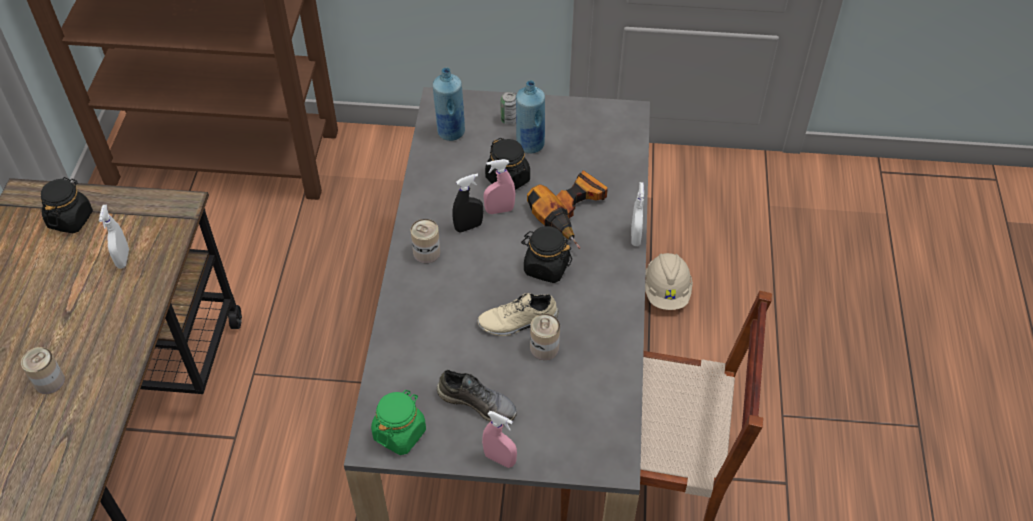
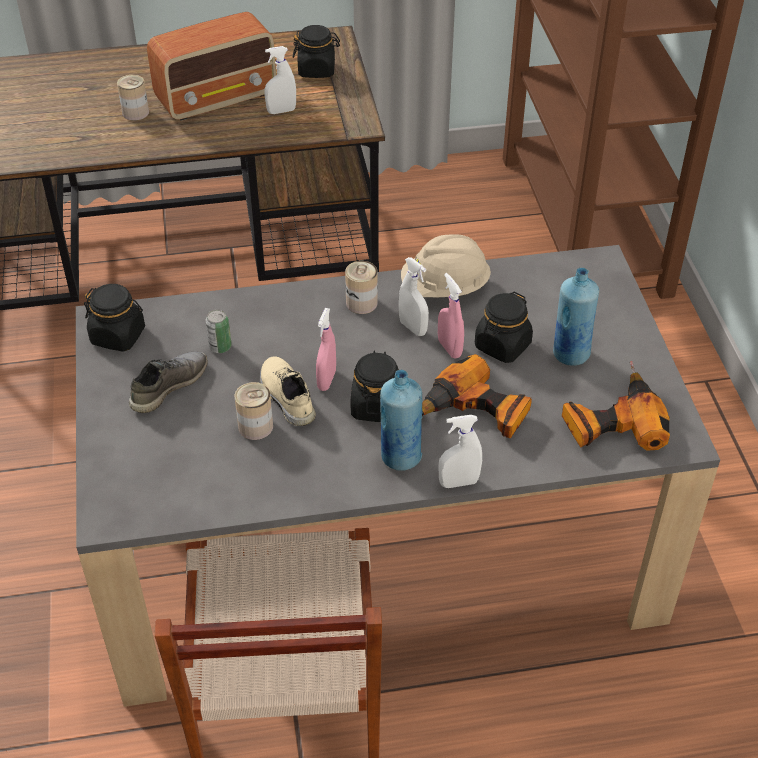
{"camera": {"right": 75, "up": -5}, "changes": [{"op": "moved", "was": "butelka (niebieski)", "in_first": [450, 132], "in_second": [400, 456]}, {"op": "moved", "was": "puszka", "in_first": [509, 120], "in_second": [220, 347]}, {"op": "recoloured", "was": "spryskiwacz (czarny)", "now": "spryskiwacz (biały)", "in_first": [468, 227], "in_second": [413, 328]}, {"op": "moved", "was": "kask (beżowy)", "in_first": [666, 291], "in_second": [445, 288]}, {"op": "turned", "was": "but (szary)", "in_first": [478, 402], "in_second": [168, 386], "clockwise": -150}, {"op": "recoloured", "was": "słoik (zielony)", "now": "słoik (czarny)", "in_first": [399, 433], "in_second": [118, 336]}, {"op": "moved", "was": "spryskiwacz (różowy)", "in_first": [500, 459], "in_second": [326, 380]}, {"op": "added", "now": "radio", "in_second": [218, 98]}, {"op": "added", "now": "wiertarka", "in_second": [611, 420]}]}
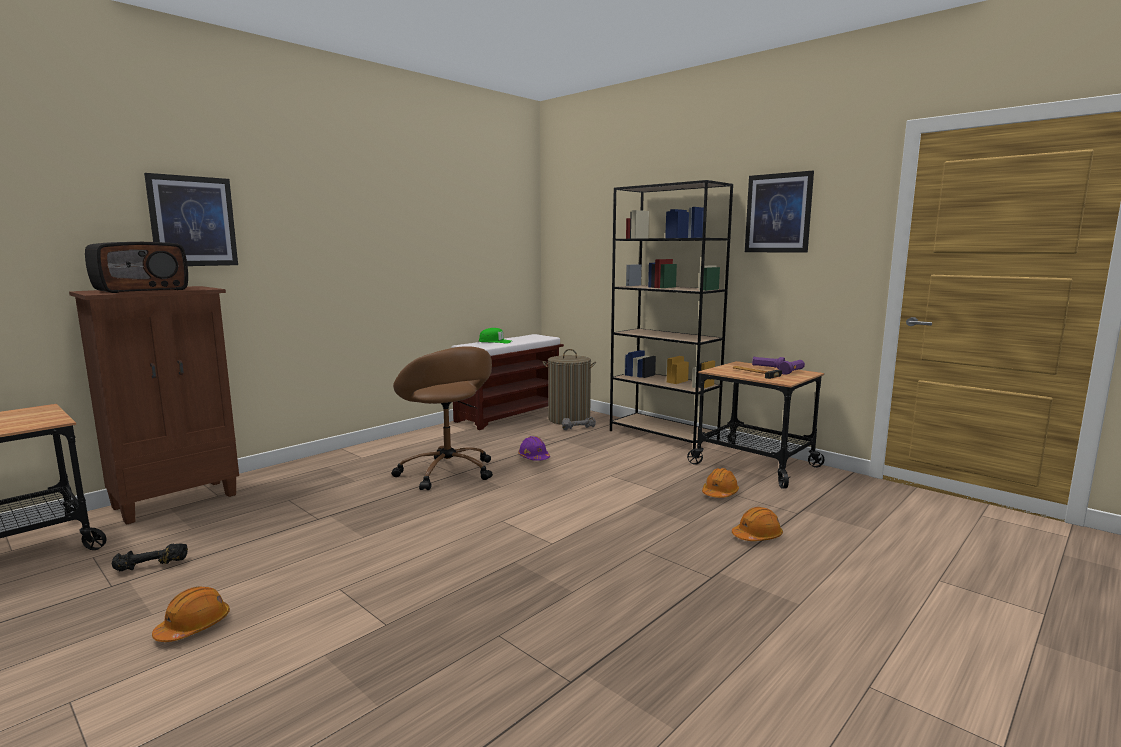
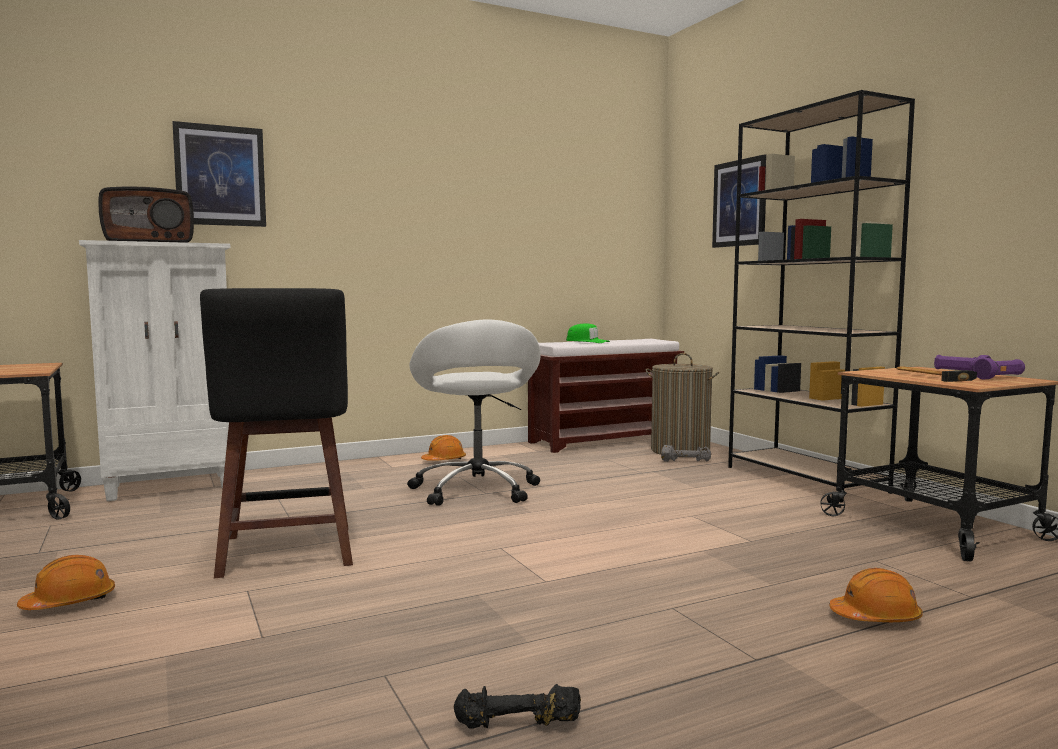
{"camera": {"right": 20, "up": -5}, "changes": [{"op": "moved", "was": "obraz", "in_first": [778, 213], "in_second": [739, 203]}, {"op": "recoloured", "was": "szafka (brązowy)", "now": "szafka (biały)", "in_first": [176, 502], "in_second": [170, 487]}, {"op": "recoloured", "was": "krzesło biurowe (brązowy)", "now": "krzesło biurowe (biały)", "in_first": [448, 473], "in_second": [476, 491]}, {"op": "removed", "was": "kask (fioletowy)", "in_first": [534, 458]}, {"op": "moved", "was": "kask (pomarańczowy)", "in_first": [720, 493], "in_second": [444, 460]}, {"op": "moved", "was": "hantel (czarny)", "in_first": [151, 566], "in_second": [517, 725]}, {"op": "added", "now": "stołek (czarny)", "in_second": [286, 553]}]}
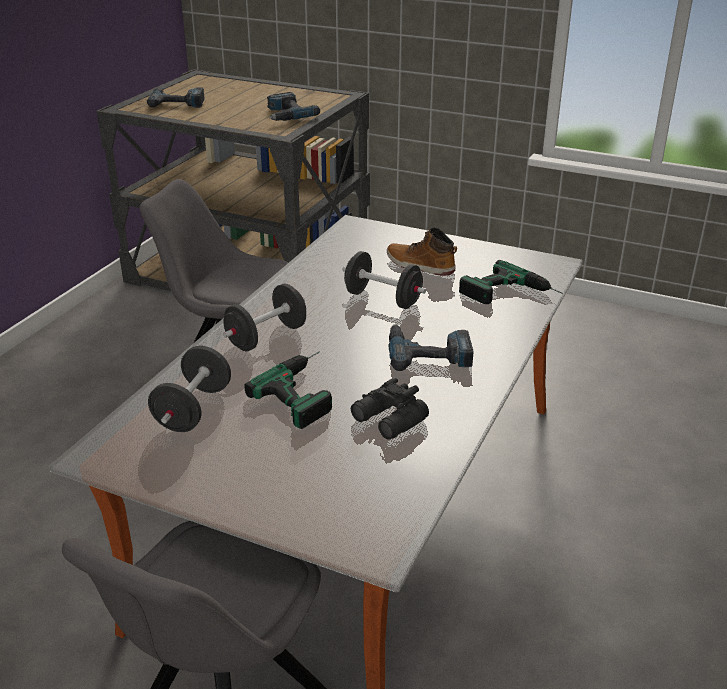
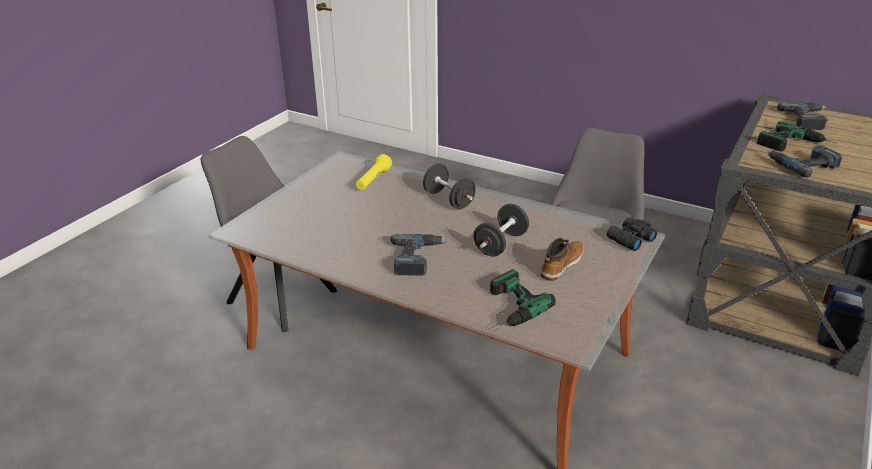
{"camera": {"right": 95, "up": 0}, "changes": [{"op": "replaced", "was": "hantel (czarny)", "now": "latarka (żółty)", "in_first": [193, 409], "in_second": [373, 180]}, {"op": "moved", "was": "wiertarka", "in_first": [306, 391], "in_second": [796, 145]}, {"op": "moved", "was": "lornetka (czarny)", "in_first": [389, 421], "in_second": [629, 239]}]}
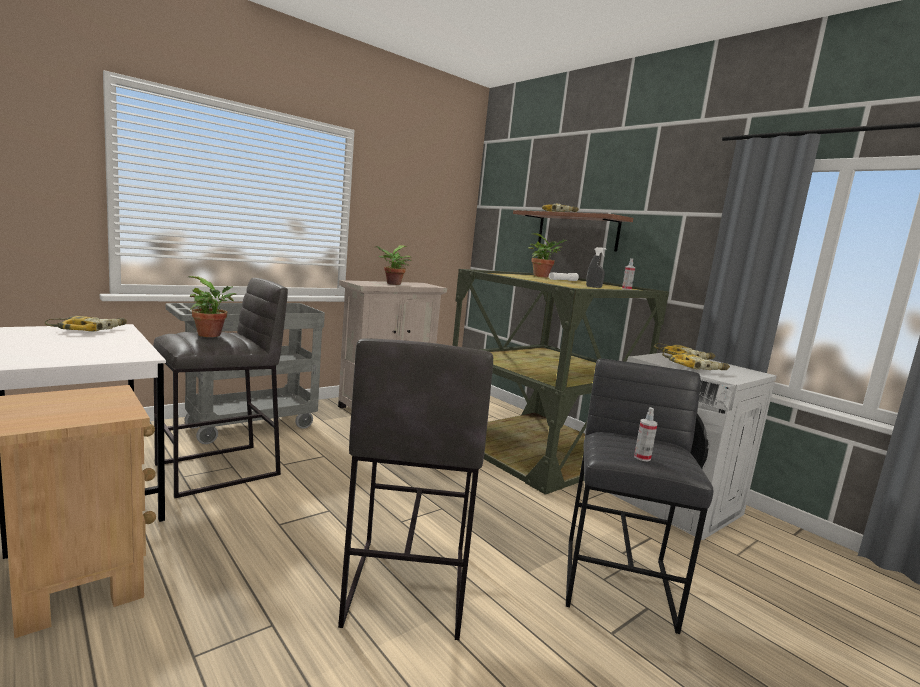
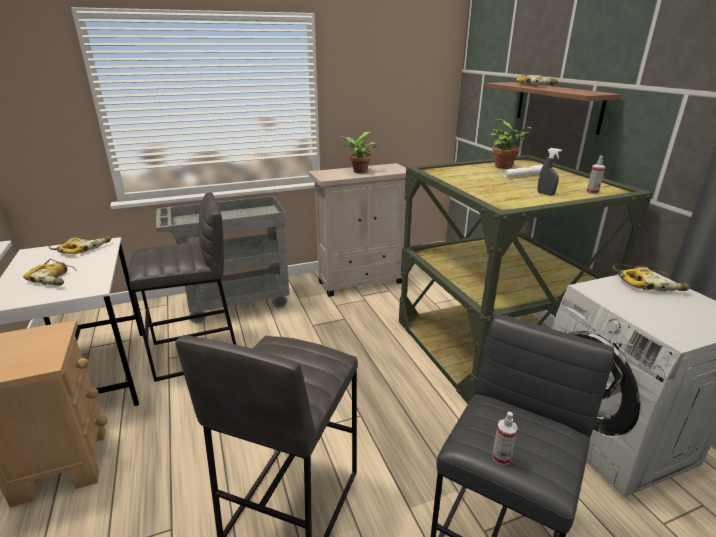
{"camera": {"right": 20, "up": 15}, "changes": [{"op": "removed", "was": "roślina doniczkowa", "in_first": [212, 335]}, {"op": "moved", "was": "wiertarka", "in_first": [694, 367], "in_second": [55, 278]}]}
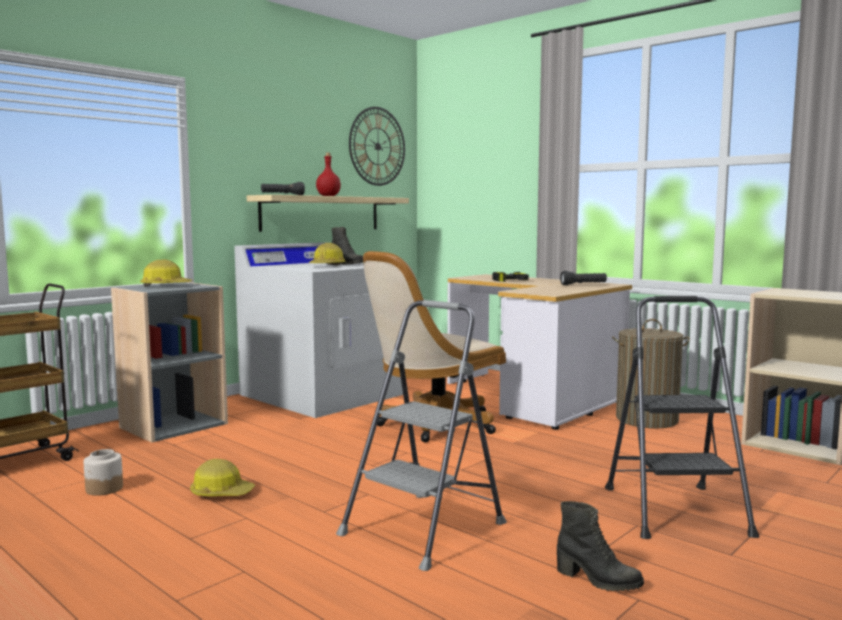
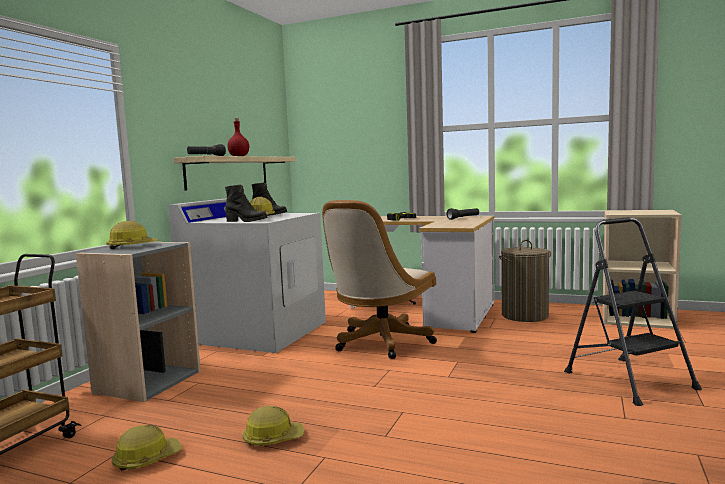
{"camera": {"right": -20, "up": 0}, "changes": [{"op": "removed", "was": "zegar ścienny", "in_first": [377, 146]}, {"op": "removed", "was": "drabinka (szary)", "in_first": [426, 526]}, {"op": "replaced", "was": "słoik", "now": "kask", "in_first": [104, 488], "in_second": [146, 459]}, {"op": "moved", "was": "but z cholewką (czarny)", "in_first": [598, 580], "in_second": [246, 221]}]}
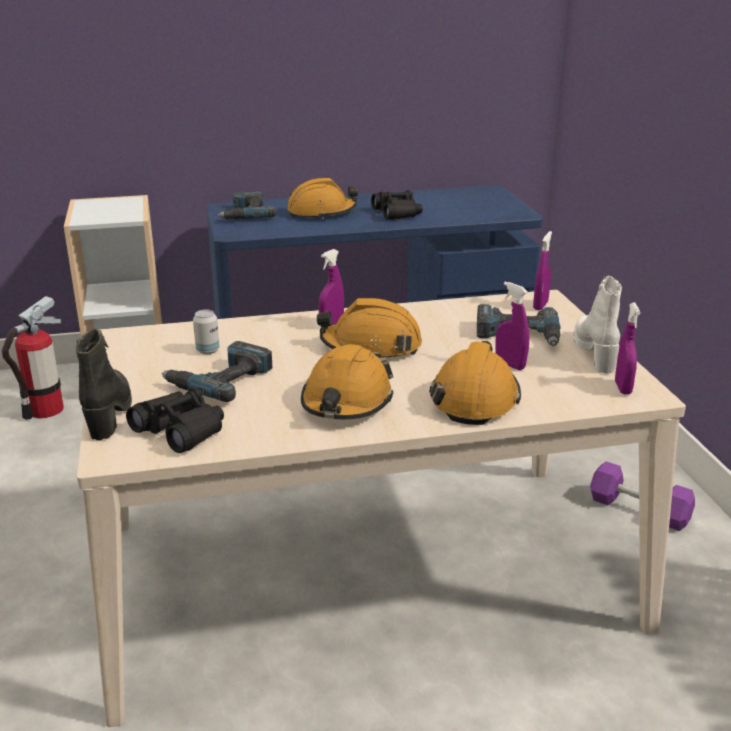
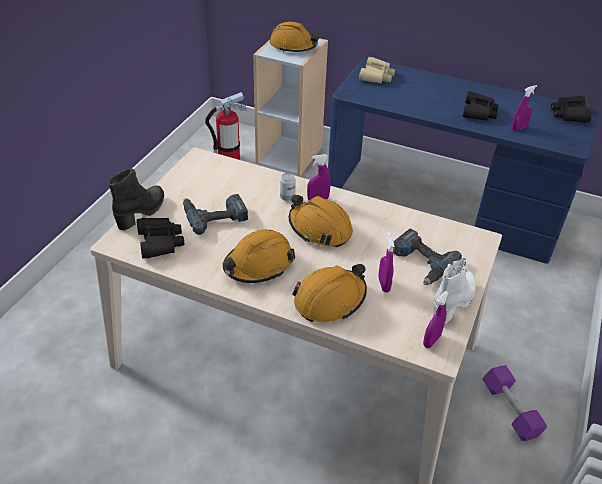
{"camera": {"right": 35, "up": 15}, "changes": [{"op": "moved", "was": "kask (pomarańczowy)", "in_first": [321, 212], "in_second": [293, 46]}, {"op": "replaced", "was": "wiertarka", "now": "lornetka (beżowy)", "in_first": [245, 213], "in_second": [376, 76]}, {"op": "moved", "was": "spryskiwacz (fioletowy)", "in_first": [540, 305], "in_second": [519, 128]}, {"op": "moved", "was": "puszka", "in_first": [207, 350], "in_second": [287, 197]}, {"op": "added", "now": "lornetka (czarny)", "in_second": [569, 114]}]}
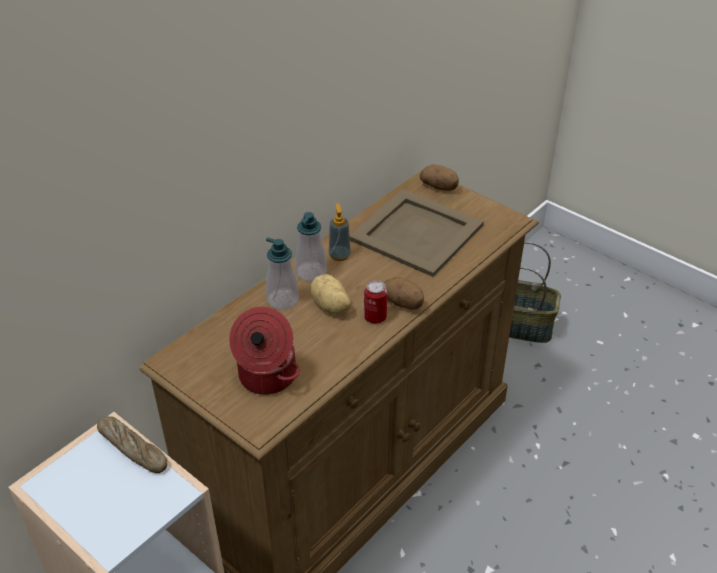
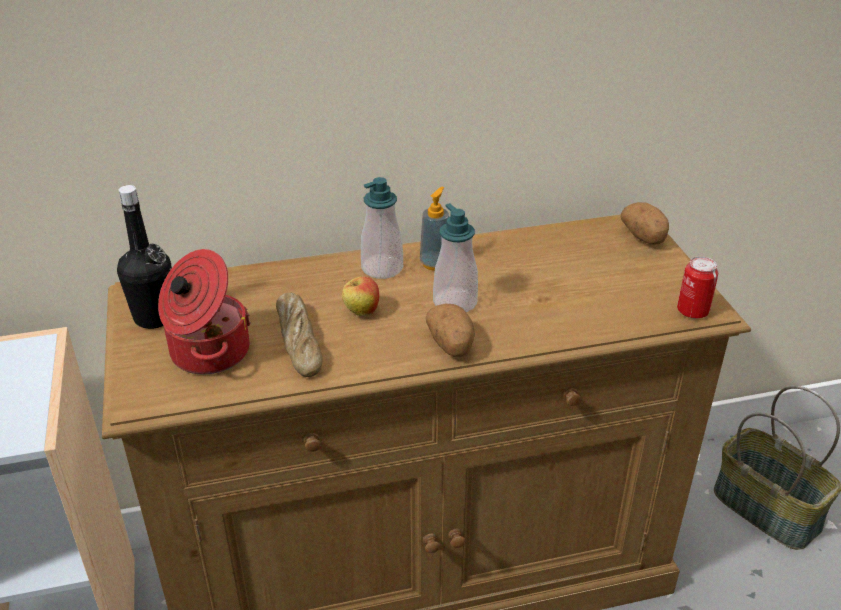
{"camera": {"right": 35, "up": -5}, "changes": [{"op": "removed", "was": "taca (beżowy)", "in_first": [418, 232]}, {"op": "moved", "was": "dozownik mydła", "in_first": [282, 300], "in_second": [455, 302]}, {"op": "replaced", "was": "ziemniak", "now": "jabłko", "in_first": [330, 307], "in_second": [361, 312]}, {"op": "moved", "was": "puszka", "in_first": [375, 317], "in_second": [692, 311]}, {"op": "moved", "was": "chleb", "in_first": [133, 449], "in_second": [299, 341]}, {"op": "added", "now": "butelka (czarny)", "in_second": [155, 317]}]}
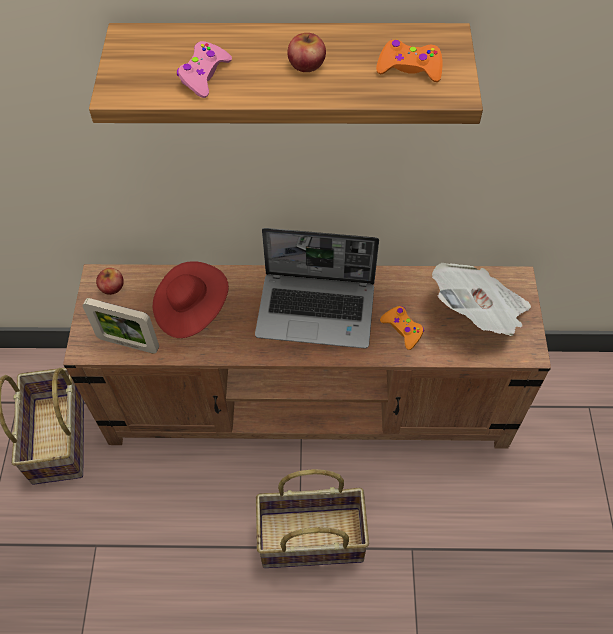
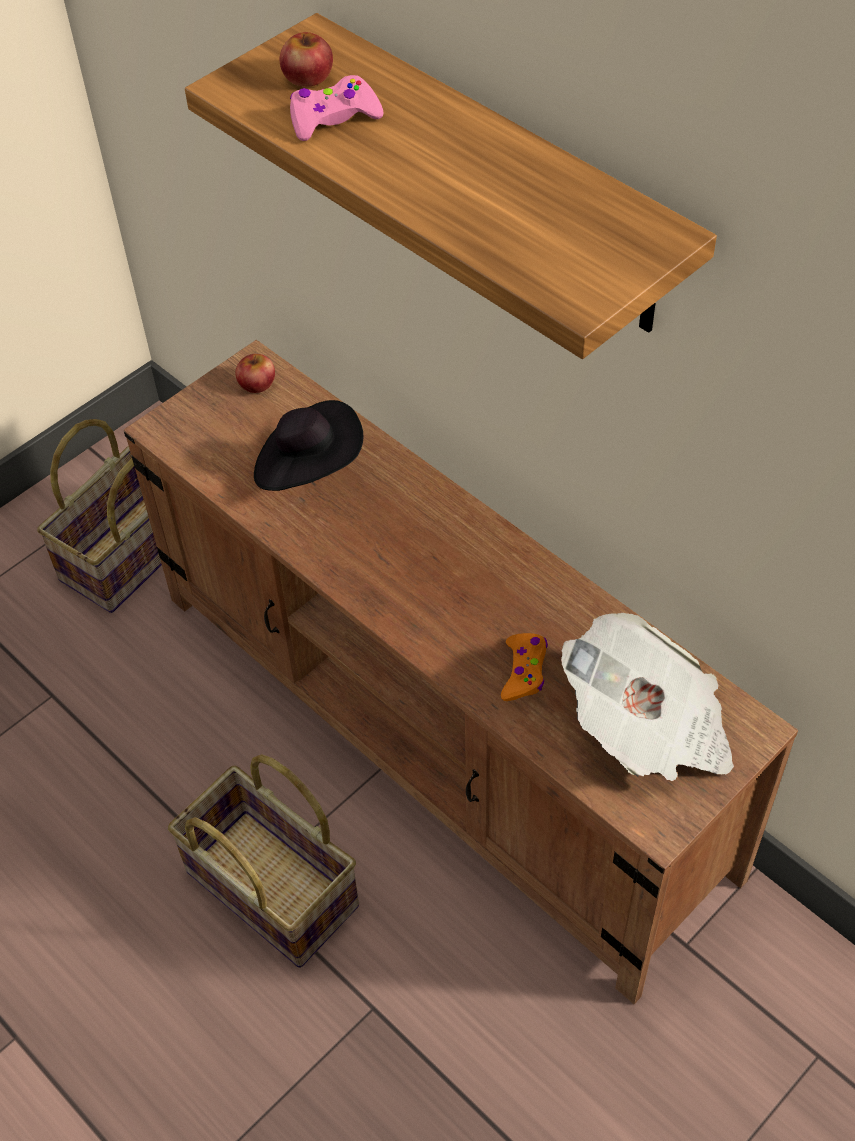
{"camera": {"right": 45, "up": -5}, "changes": [{"op": "moved", "was": "jabłko", "in_first": [306, 63], "in_second": [308, 76]}, {"op": "removed", "was": "pad do gier (pomarańczowy)", "in_first": [409, 68]}, {"op": "removed", "was": "laptop", "in_first": [317, 310]}, {"op": "recoloured", "was": "kapelusz (czerwony)", "now": "kapelusz (czarny)", "in_first": [191, 310], "in_second": [309, 467]}, {"op": "removed", "was": "ramka na zdjęcie", "in_first": [128, 343]}]}
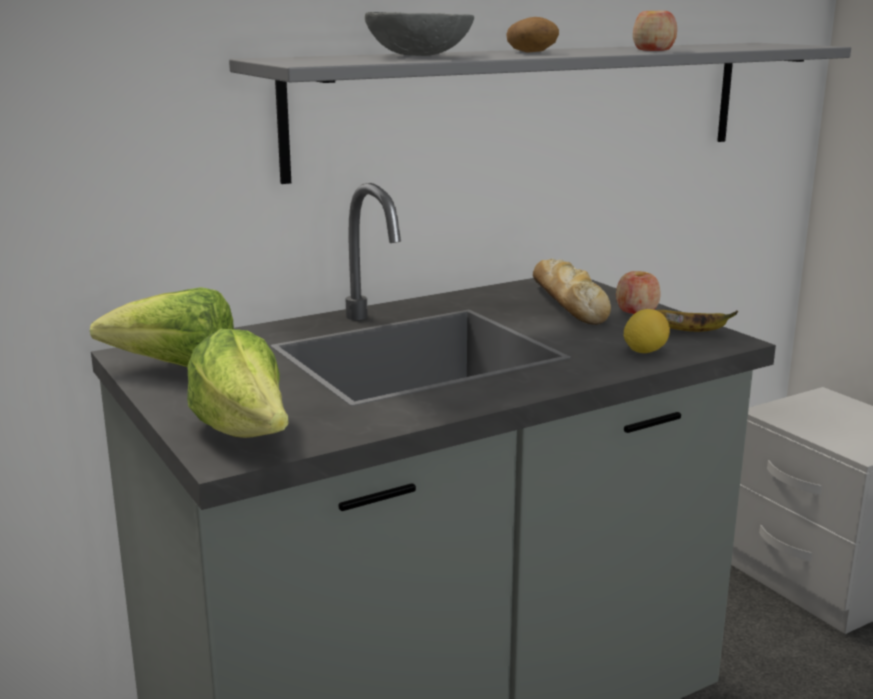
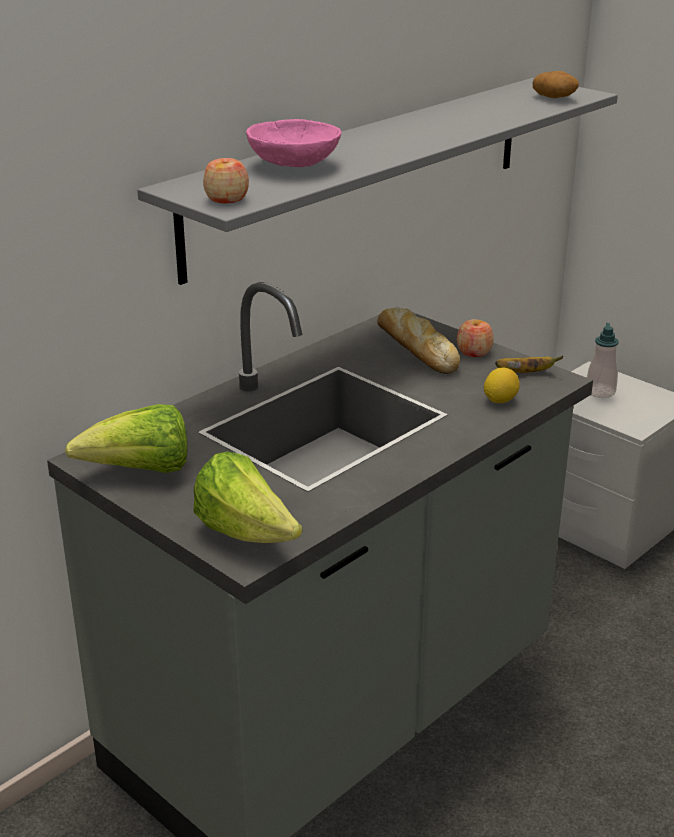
{"camera": {"right": -15, "up": 10}, "changes": [{"op": "moved", "was": "jabłko", "in_first": [653, 50], "in_second": [226, 199]}, {"op": "recoloured", "was": "miska (szary)", "now": "miska (różowy)", "in_first": [417, 55], "in_second": [293, 166]}, {"op": "moved", "was": "ziemniak", "in_first": [533, 52], "in_second": [555, 98]}, {"op": "added", "now": "dozownik mydła", "in_second": [600, 392]}]}
